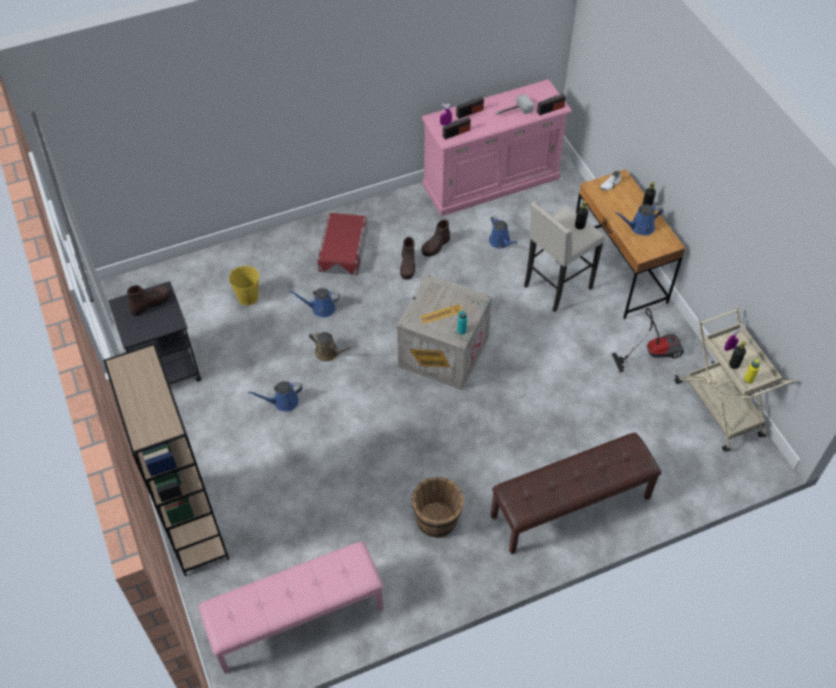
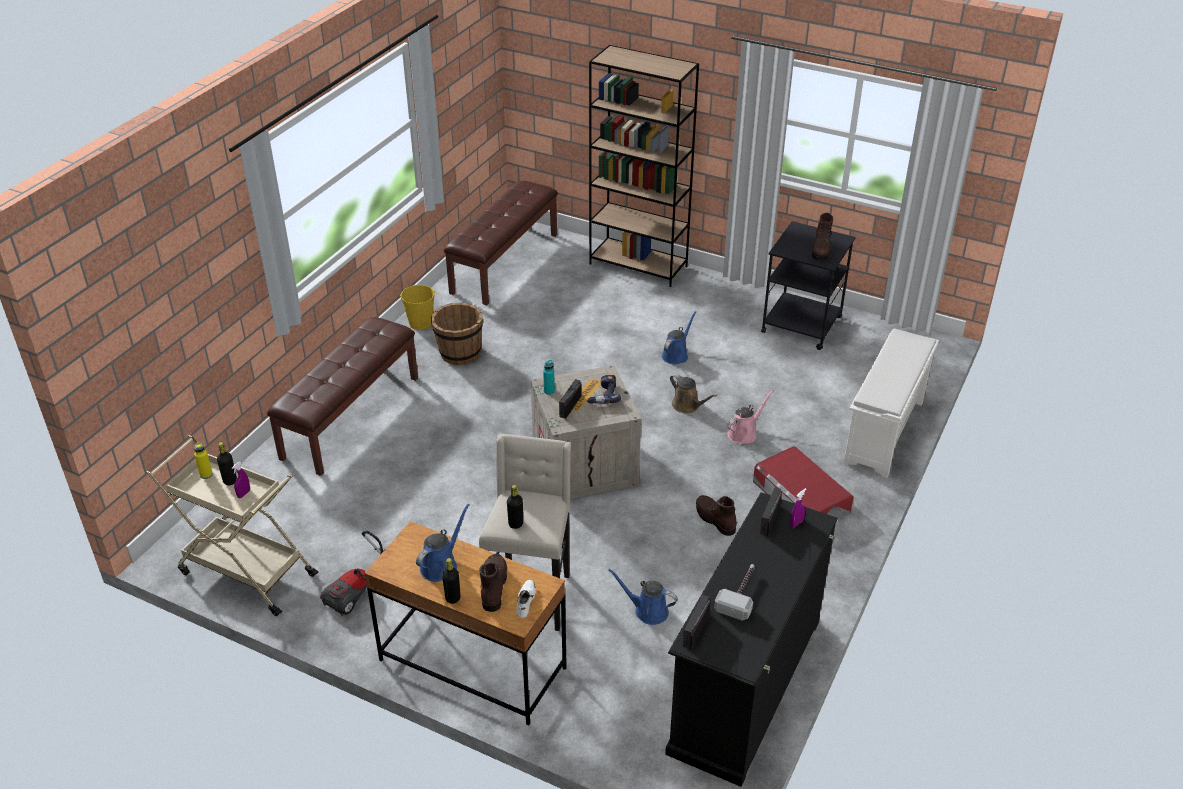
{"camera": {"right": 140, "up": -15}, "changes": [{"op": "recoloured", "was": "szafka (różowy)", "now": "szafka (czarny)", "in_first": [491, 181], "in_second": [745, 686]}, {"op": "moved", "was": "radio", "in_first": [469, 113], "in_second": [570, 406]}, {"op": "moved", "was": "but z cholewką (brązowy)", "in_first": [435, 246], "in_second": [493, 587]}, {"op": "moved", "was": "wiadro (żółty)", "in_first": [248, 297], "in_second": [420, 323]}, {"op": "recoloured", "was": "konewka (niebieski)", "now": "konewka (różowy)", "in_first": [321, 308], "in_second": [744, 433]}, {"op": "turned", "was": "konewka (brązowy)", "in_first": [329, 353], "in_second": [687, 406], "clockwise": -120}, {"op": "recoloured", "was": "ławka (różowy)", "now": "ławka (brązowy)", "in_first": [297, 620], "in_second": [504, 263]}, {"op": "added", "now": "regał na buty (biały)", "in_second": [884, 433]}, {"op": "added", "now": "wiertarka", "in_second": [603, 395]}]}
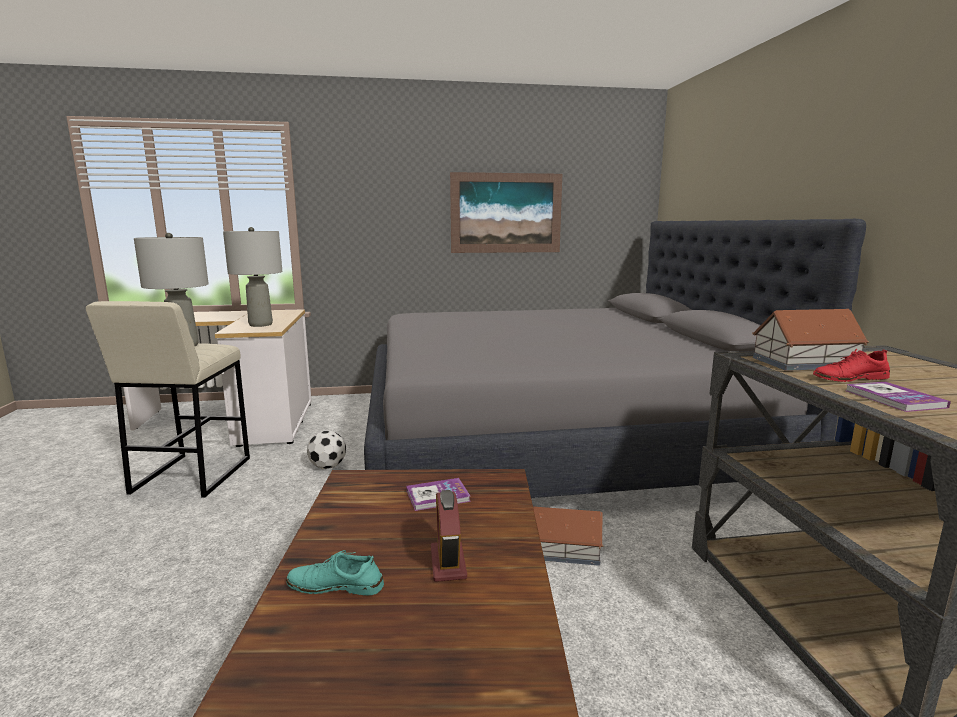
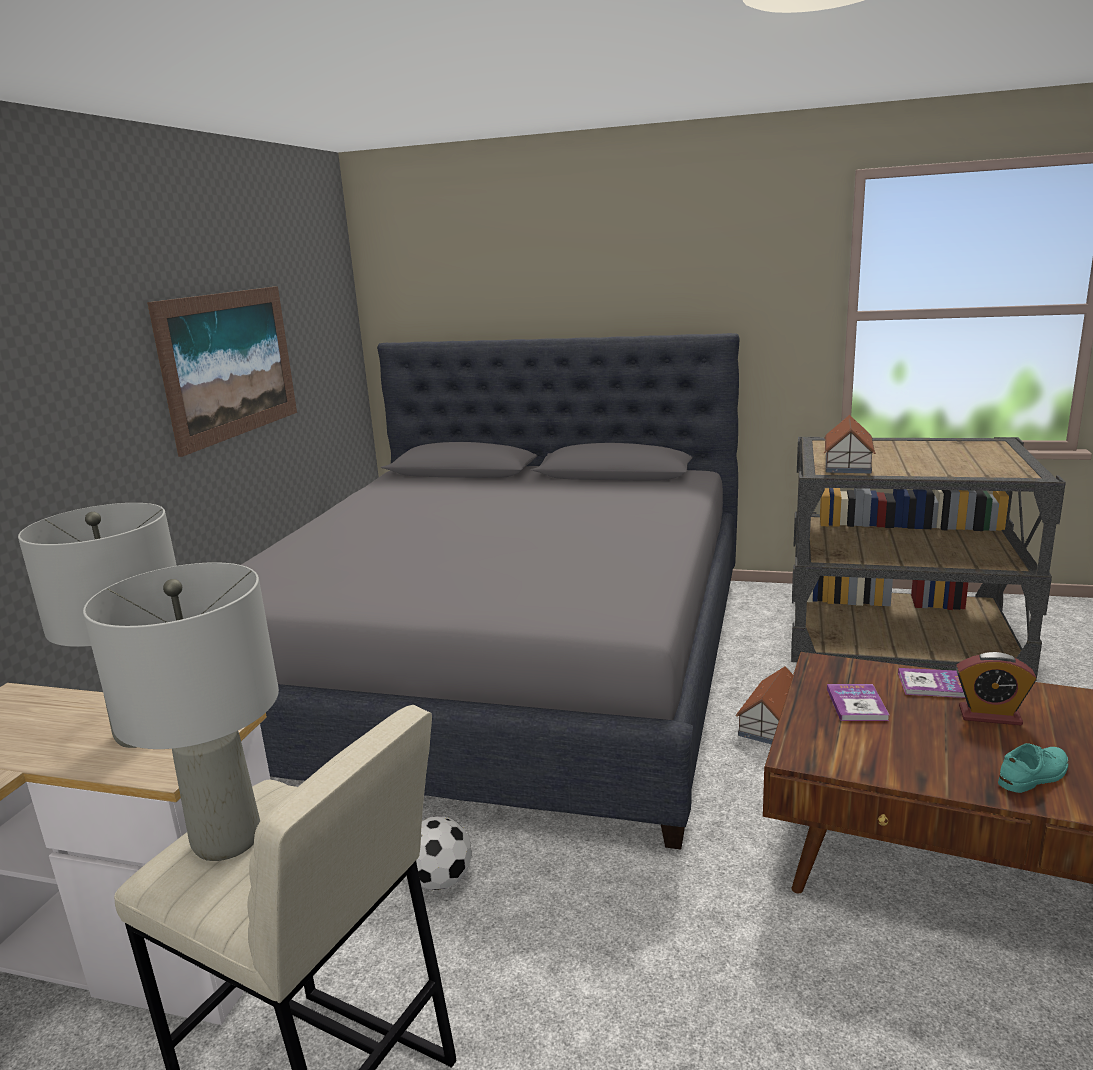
{"camera": {"right": -65, "up": 5}, "changes": [{"op": "removed", "was": "but (czerwony)", "in_first": [849, 378]}, {"op": "moved", "was": "książka", "in_first": [894, 399], "in_second": [933, 685]}, {"op": "turned", "was": "but (turkusowy)", "in_first": [335, 585], "in_second": [1034, 775], "clockwise": -150}]}
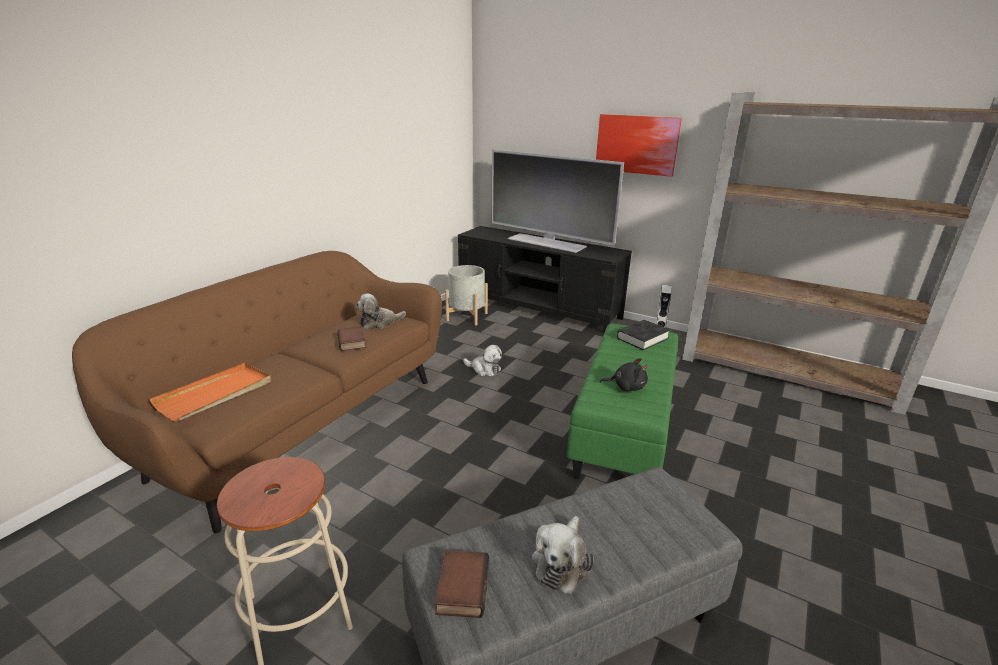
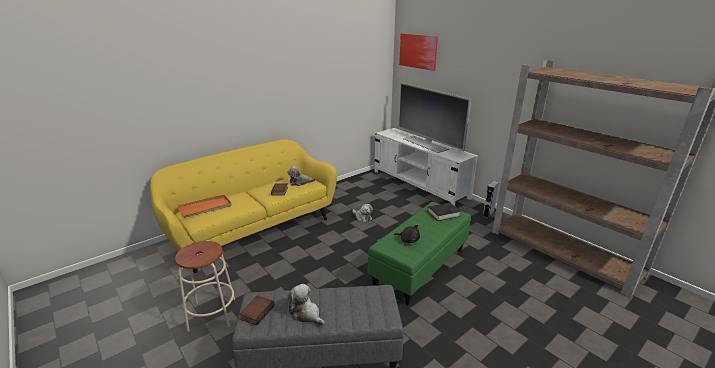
{"camera": {"right": 20, "up": 0}, "changes": [{"op": "moved", "was": "obraz", "in_first": [636, 144], "in_second": [418, 51]}, {"op": "recoloured", "was": "szafka pod telewizor (czarny)", "now": "szafka pod telewizor (biały)", "in_first": [538, 308], "in_second": [419, 184]}, {"op": "recoloured", "was": "kanapa (brązowy)", "now": "kanapa (żółty)", "in_first": [302, 424], "in_second": [253, 230]}, {"op": "removed", "was": "donica (szary)", "in_first": [467, 317]}, {"op": "turned", "was": "pluszak", "in_first": [561, 562], "in_second": [306, 314], "clockwise": 90}]}
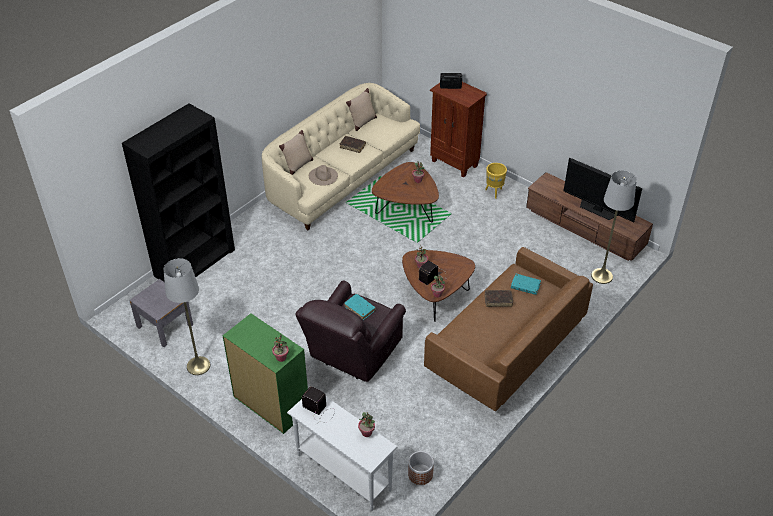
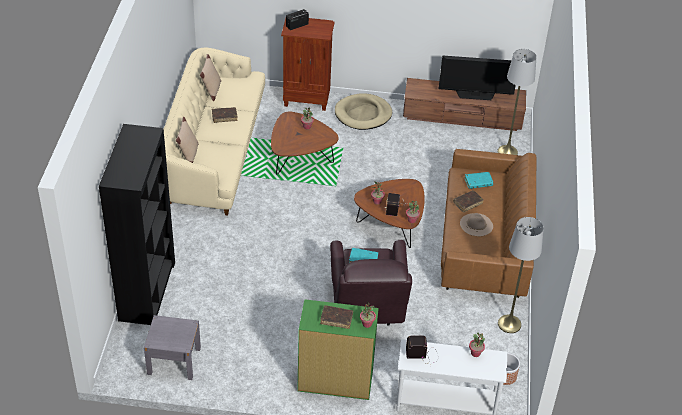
{"camera": {"right": -35, "up": 0}, "changes": [{"op": "replaced", "was": "donica (żółty)", "now": "legowisko (beżowy)", "in_first": [494, 192], "in_second": [363, 114]}, {"op": "moved", "was": "kapelusz (beżowy)", "in_first": [323, 176], "in_second": [476, 224]}, {"op": "moved", "was": "lampa stojąca (szary)", "in_first": [198, 366], "in_second": [509, 324]}, {"op": "added", "now": "książka (brązowy)", "in_second": [336, 319]}]}
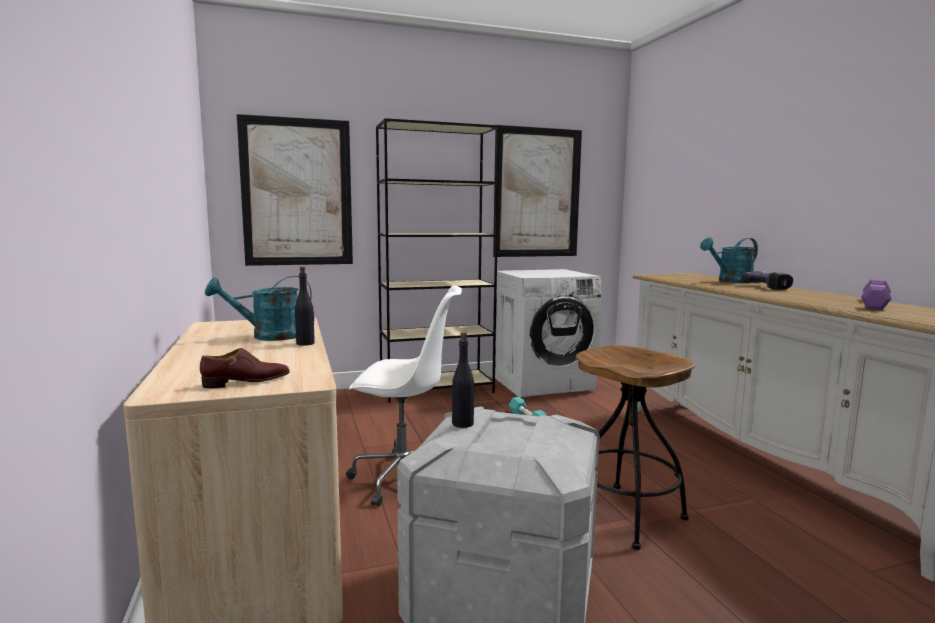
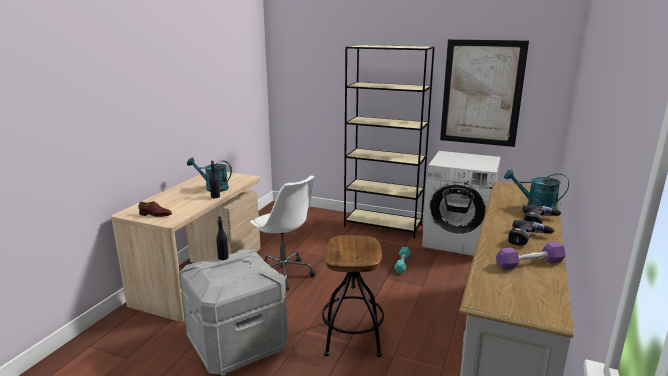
{"camera": {"right": 40, "up": 10}, "changes": [{"op": "removed", "was": "obraz", "in_first": [297, 192]}, {"op": "added", "now": "wiertarka", "in_second": [528, 239]}]}
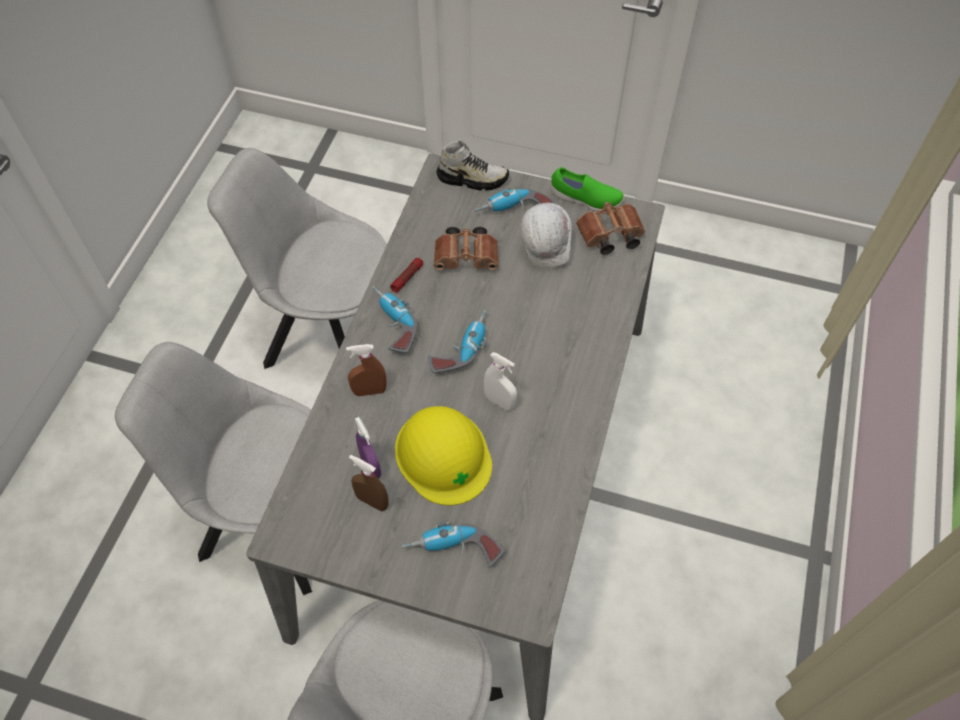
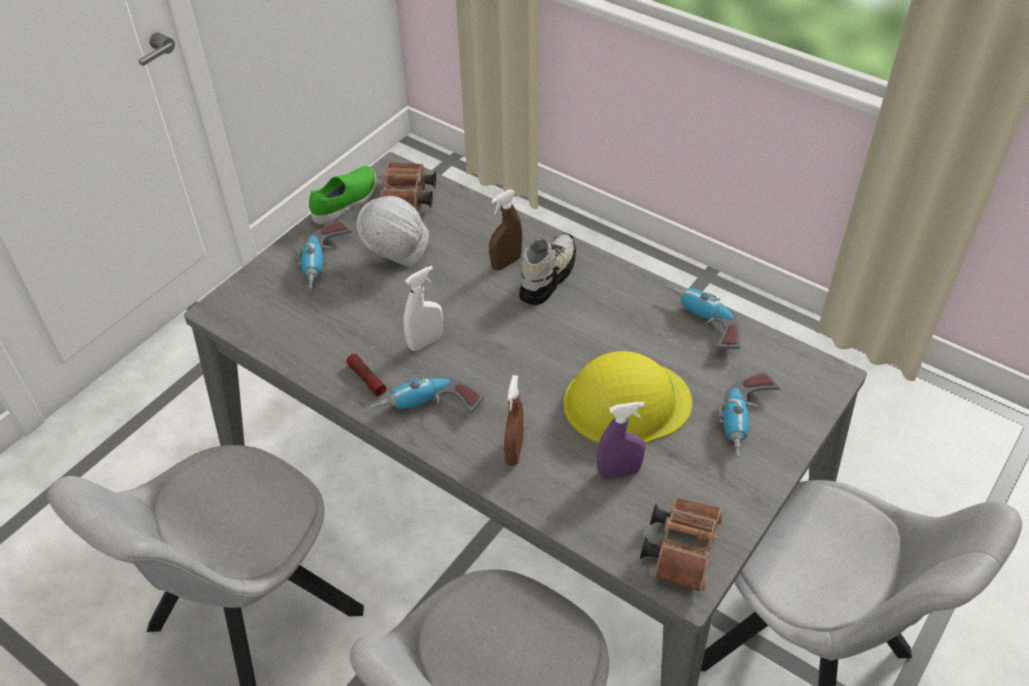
{"camera": {"right": -70, "up": -10}, "changes": [{"op": "moved", "was": "but", "in_first": [472, 179], "in_second": [547, 276]}, {"op": "moved", "was": "lornetka (brązowy)", "in_first": [468, 258], "in_second": [682, 548]}, {"op": "moved", "was": "wiertarka", "in_first": [461, 347], "in_second": [701, 324]}, {"op": "moved", "was": "spryskiwacz (biały)", "in_first": [499, 402], "in_second": [425, 342]}, {"op": "moved", "was": "spryskiwacz (brązowy)", "in_first": [372, 501], "in_second": [506, 262]}]}
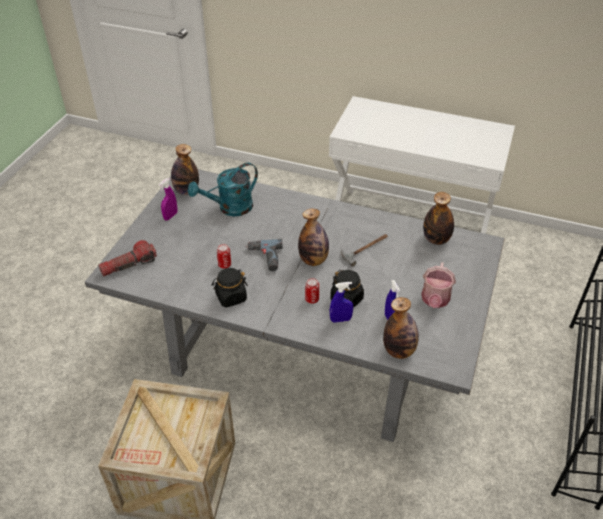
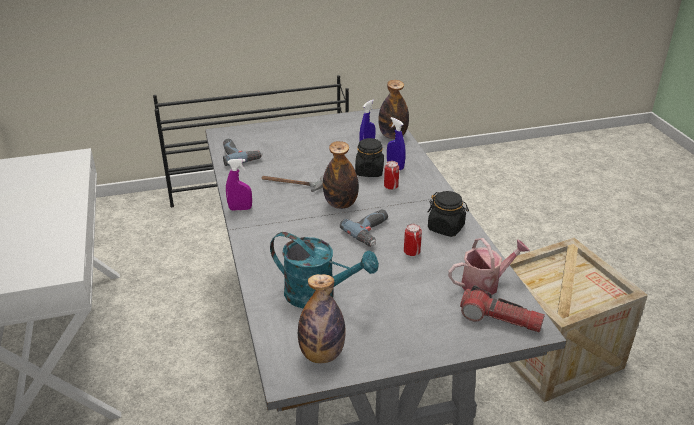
{"camera": {"right": -125, "up": -10}, "changes": [{"op": "moved", "was": "spryskiwacz (fioletowy)", "in_first": [170, 216], "in_second": [240, 209]}, {"op": "replaced", "was": "butelka", "now": "wiertarka", "in_first": [436, 239], "in_second": [240, 155]}, {"op": "moved", "was": "konewka", "in_first": [435, 300], "in_second": [485, 283]}]}
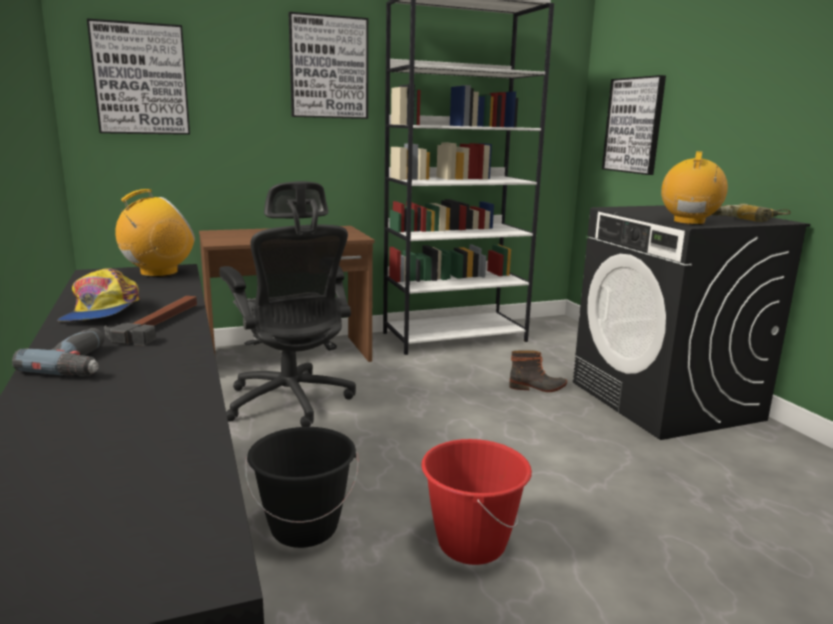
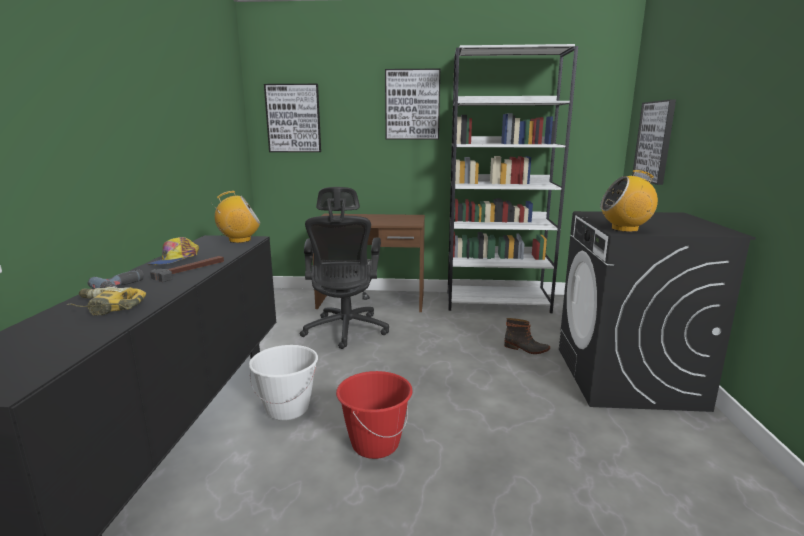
{"camera": {"right": 25, "up": 0}, "changes": [{"op": "turned", "was": "radio", "in_first": [689, 222], "in_second": [625, 229], "clockwise": -135}, {"op": "moved", "was": "wiertarka", "in_first": [746, 220], "in_second": [105, 308]}, {"op": "recoloured", "was": "wiadro (czarny)", "now": "wiadro (biały)", "in_first": [304, 528], "in_second": [288, 409]}]}
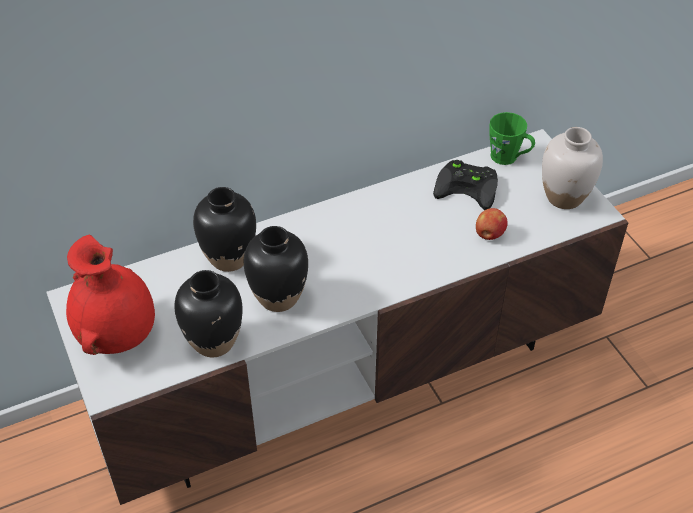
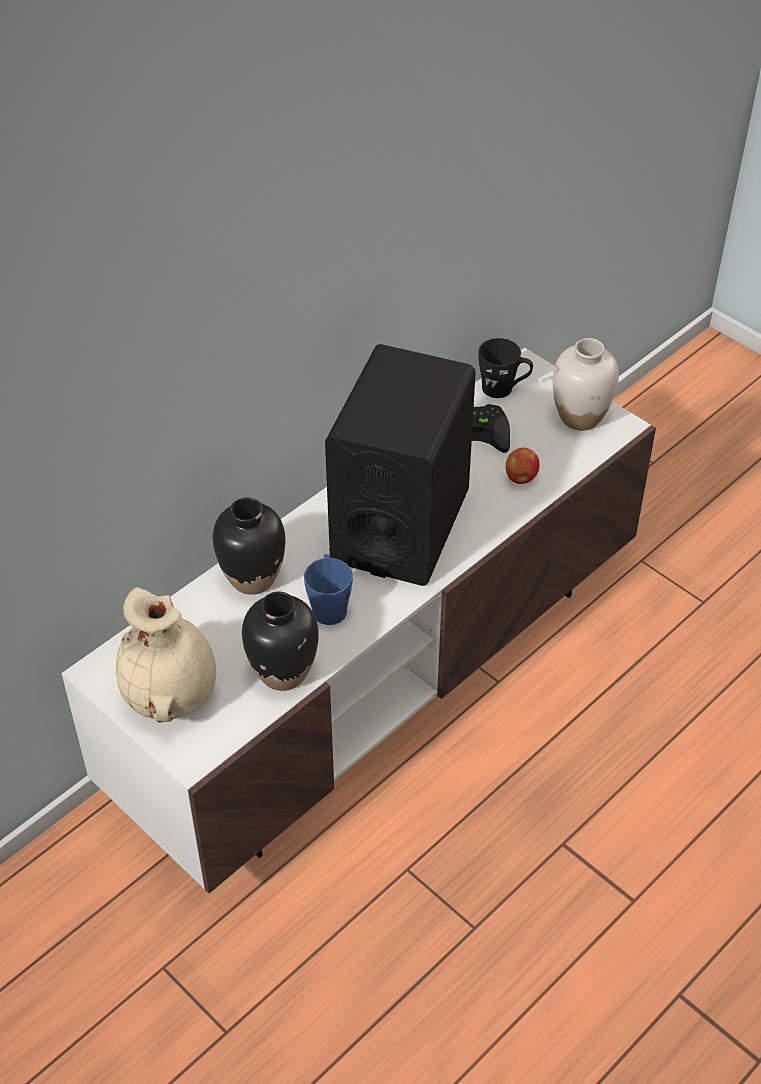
{"camera": {"right": -20, "up": 0}, "changes": [{"op": "recoloured", "was": "kubek (zielony)", "now": "kubek (czarny)", "in_first": [508, 158], "in_second": [503, 389]}, {"op": "replaced", "was": "wazon (czarny)", "now": "kubek (niebieski)", "in_first": [278, 297], "in_second": [329, 605]}, {"op": "recoloured", "was": "wazon (czerwony)", "now": "wazon (beżowy)", "in_first": [118, 334], "in_second": [172, 695]}, {"op": "added", "now": "głośnik (czarny)", "in_second": [400, 525]}]}
